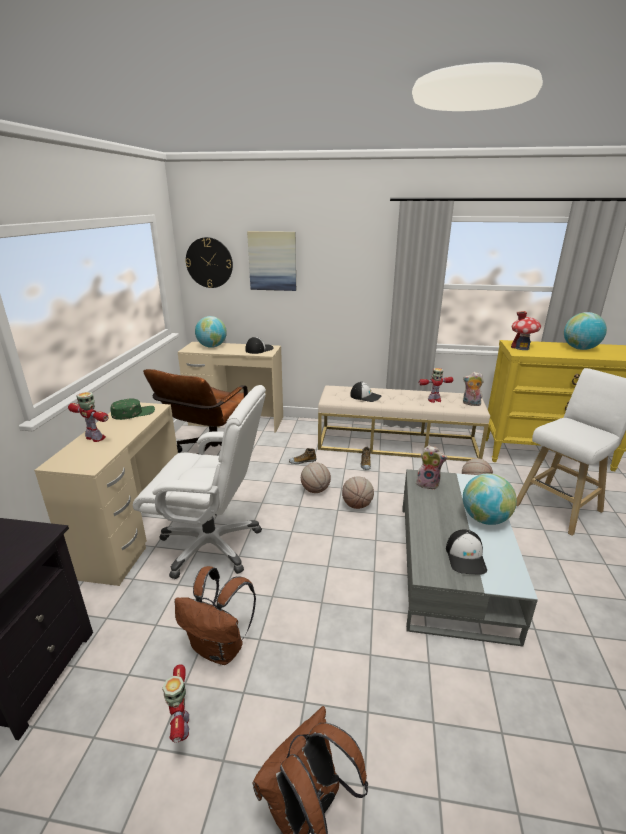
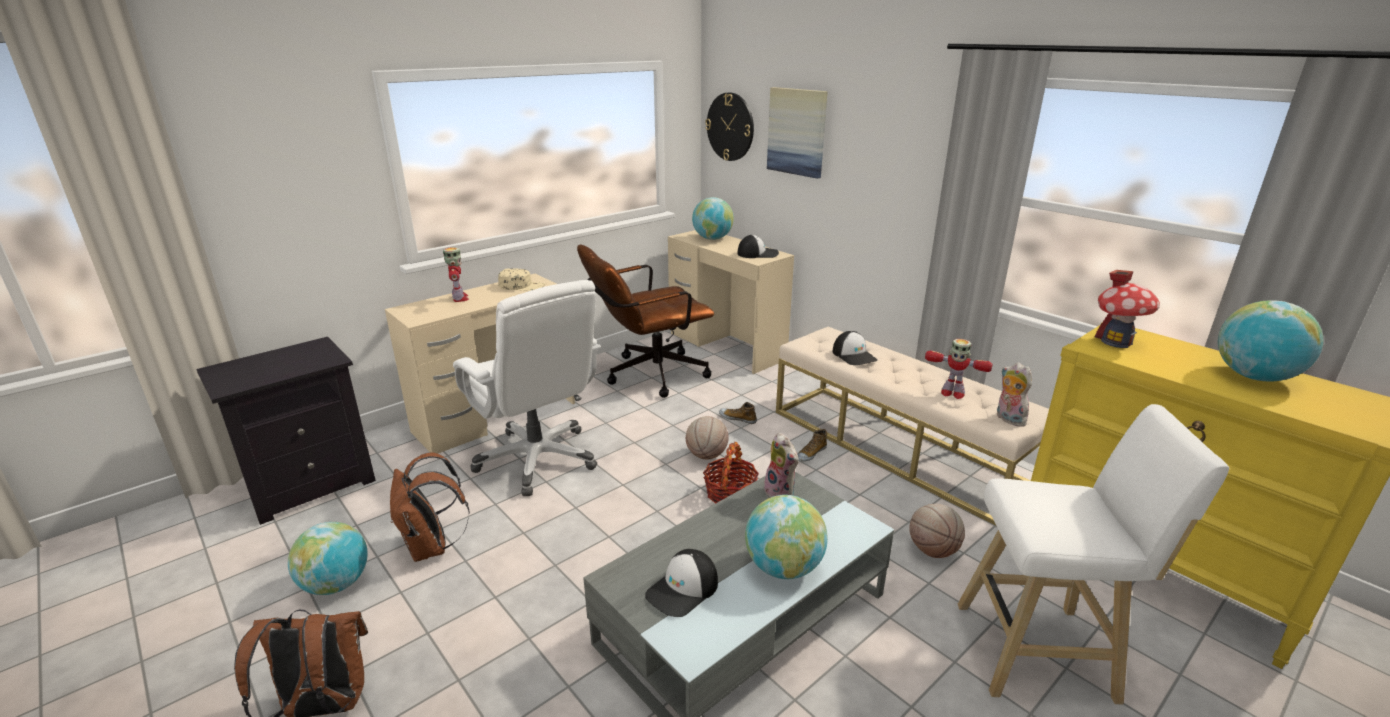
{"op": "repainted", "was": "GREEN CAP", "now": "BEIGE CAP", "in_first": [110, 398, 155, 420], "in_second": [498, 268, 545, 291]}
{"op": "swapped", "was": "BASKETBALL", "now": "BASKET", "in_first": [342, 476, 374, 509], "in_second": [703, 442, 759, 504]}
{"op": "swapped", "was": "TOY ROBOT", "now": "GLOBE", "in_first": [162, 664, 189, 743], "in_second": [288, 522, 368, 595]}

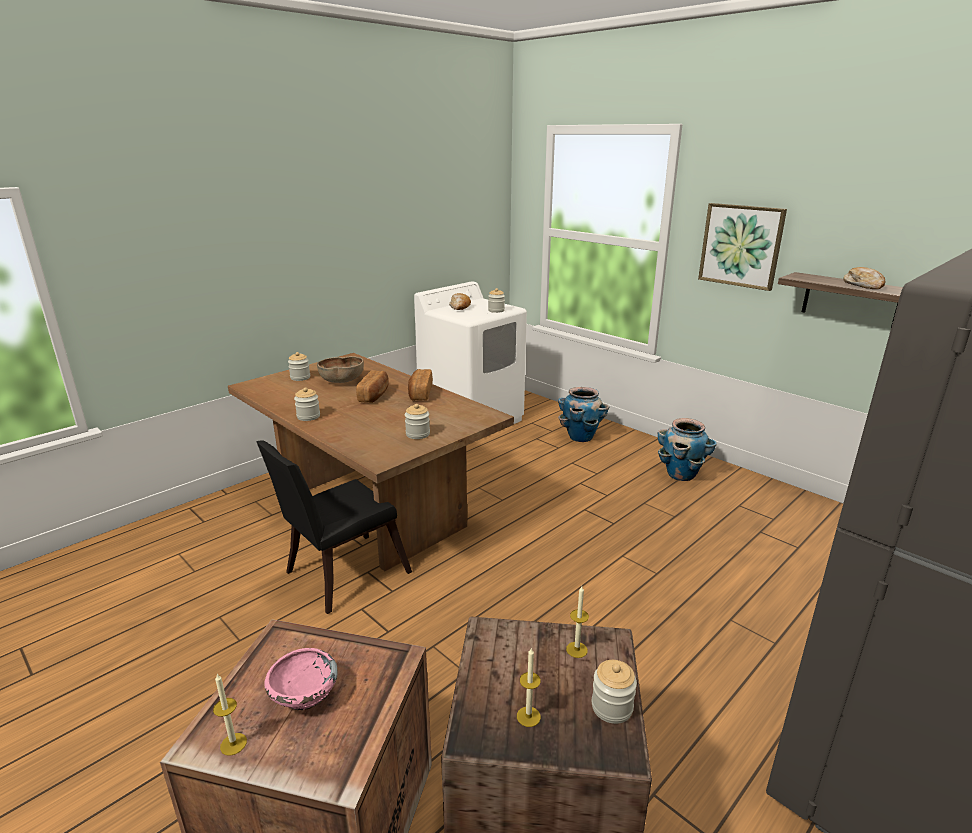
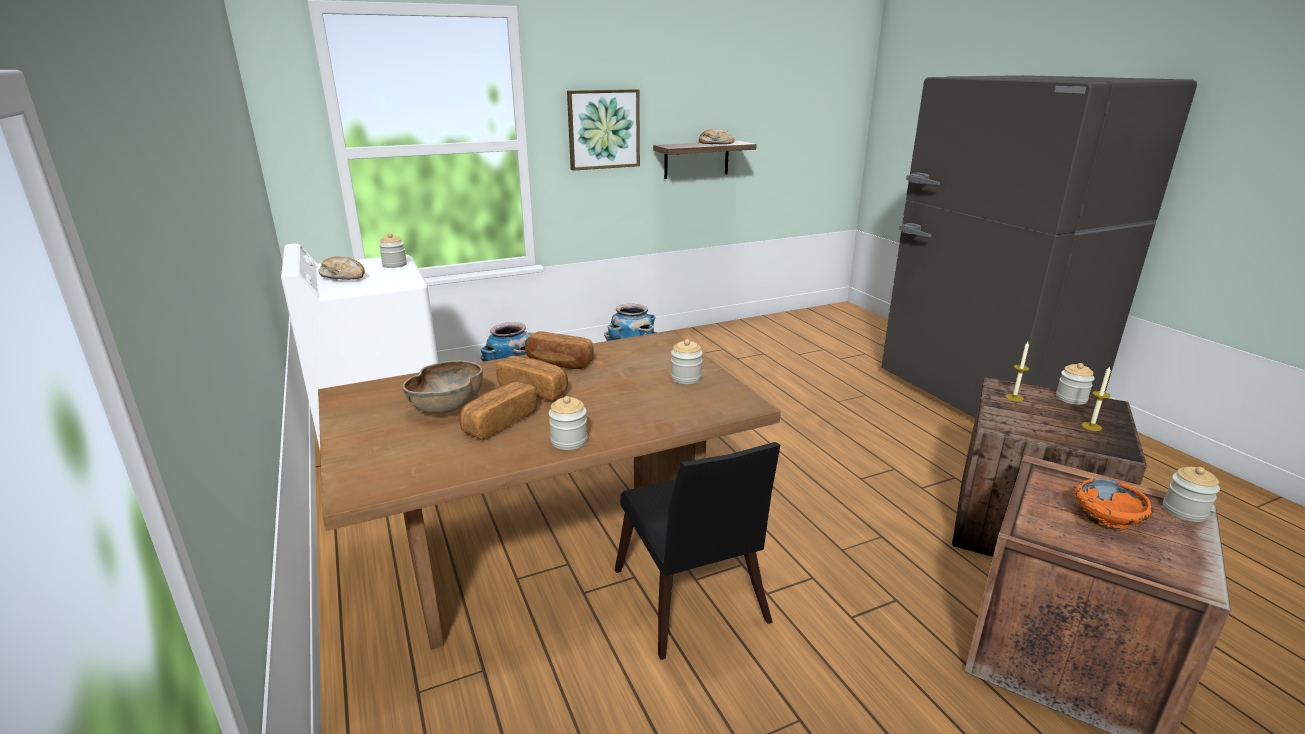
{"op": "shifted", "was": "JAR", "in_first": [288, 352, 310, 381], "in_second": [1163, 467, 1220, 522]}
{"op": "repainted", "was": "PINK BOWL", "now": "ORANGE BOWL", "in_first": [264, 648, 338, 711], "in_second": [1075, 479, 1153, 531]}
{"op": "gone", "was": "CANDLE", "in_first": [213, 674, 247, 756]}
{"op": "new", "now": "BREAD", "in_second": [459, 382, 537, 439]}

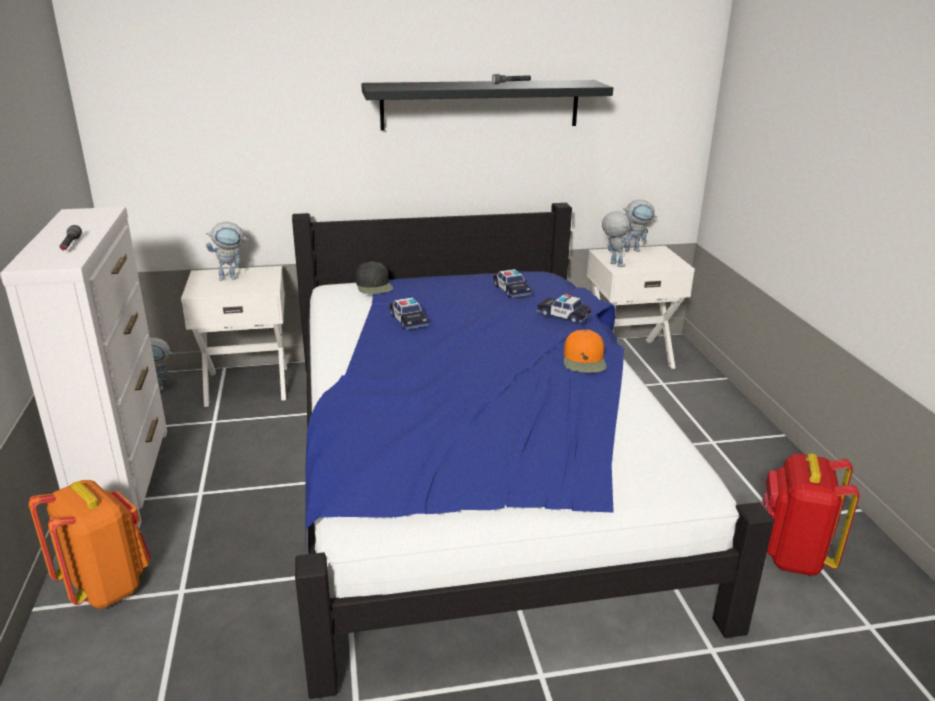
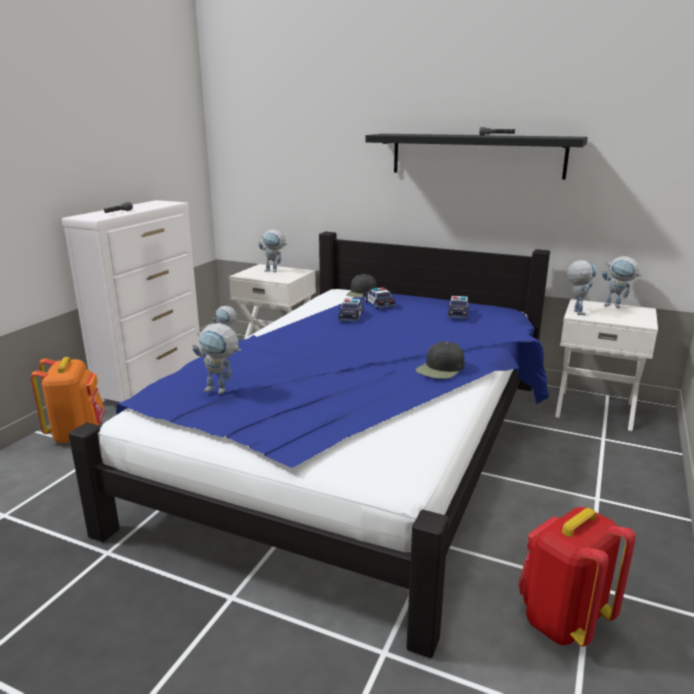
{"op": "shifted", "was": "TOY CAR", "in_first": [536, 294, 592, 324], "in_second": [362, 288, 396, 309]}
{"op": "repainted", "was": "ORANGE CAP", "now": "BLACK CAP", "in_first": [564, 330, 606, 373], "in_second": [416, 342, 464, 379]}
{"op": "new", "now": "TOY ROBOT", "in_second": [192, 323, 241, 394]}

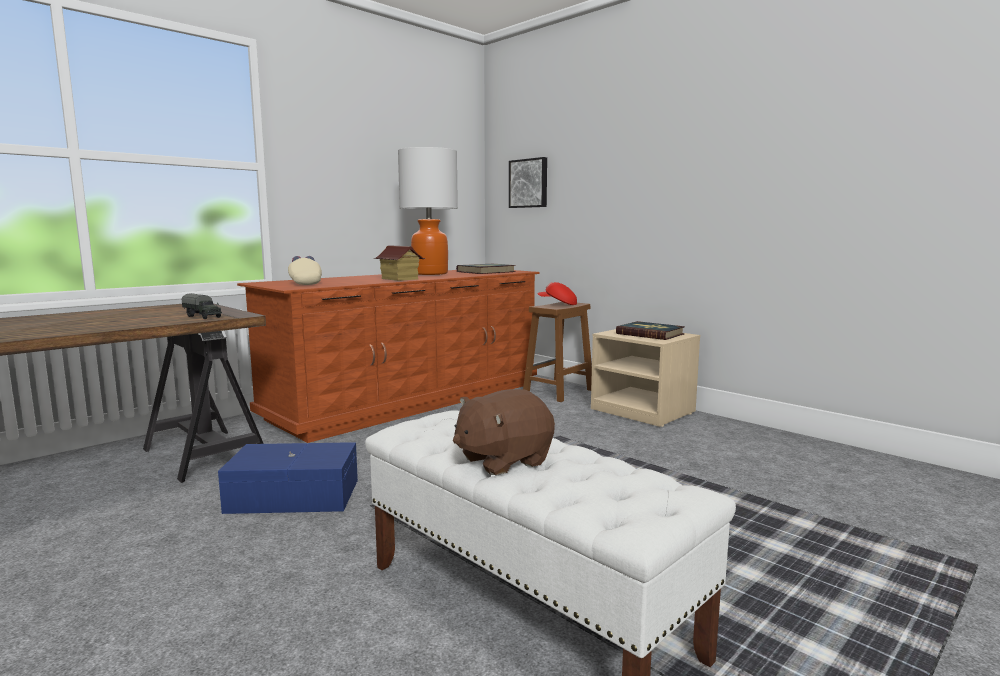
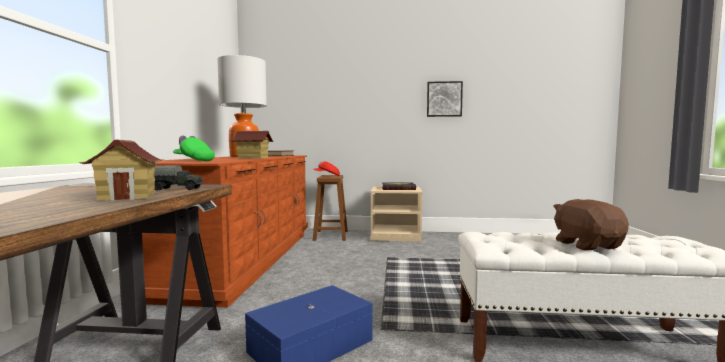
{"op": "shifted", "was": "PICTURE", "in_first": [509, 157, 547, 208], "in_second": [427, 81, 463, 117]}
{"op": "repainted", "was": "BEIGE CAP", "now": "GREEN CAP", "in_first": [288, 256, 322, 285], "in_second": [173, 136, 215, 161]}
{"op": "rotated", "was": "BROWN PLUSH TOY", "in_first": [453, 389, 555, 475], "in_second": [553, 199, 629, 251], "clockwise": 150}
{"op": "new", "now": "TOY HOUSE", "in_second": [78, 140, 165, 201]}

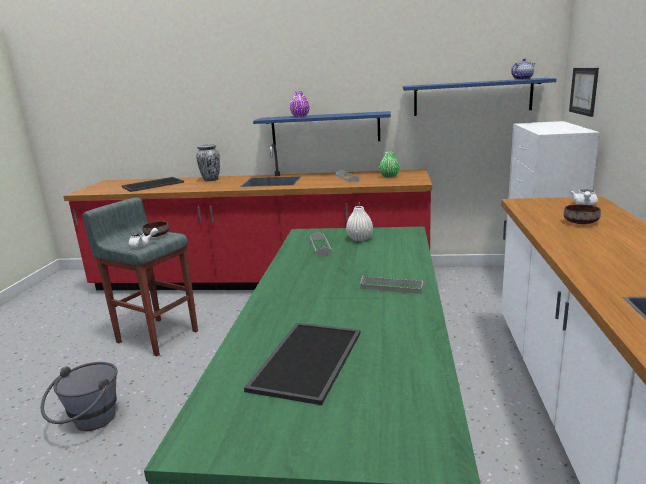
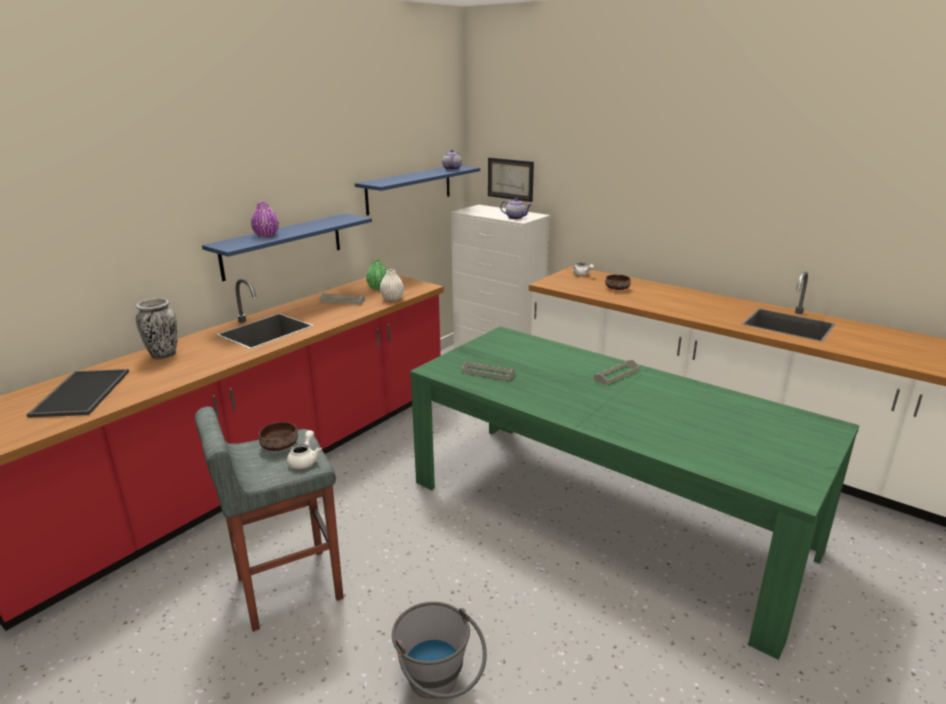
{"op": "shifted", "was": "WHITE VASE", "in_first": [346, 206, 373, 241], "in_second": [380, 269, 404, 301]}
{"op": "gone", "was": "TRAY", "in_first": [244, 323, 360, 405]}
{"op": "new", "now": "TEAPOT", "in_second": [500, 198, 531, 219]}

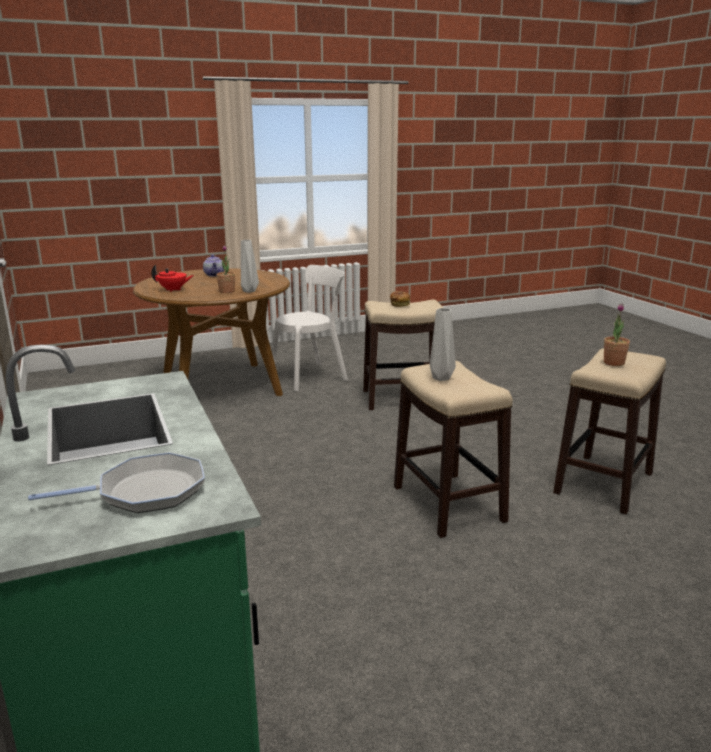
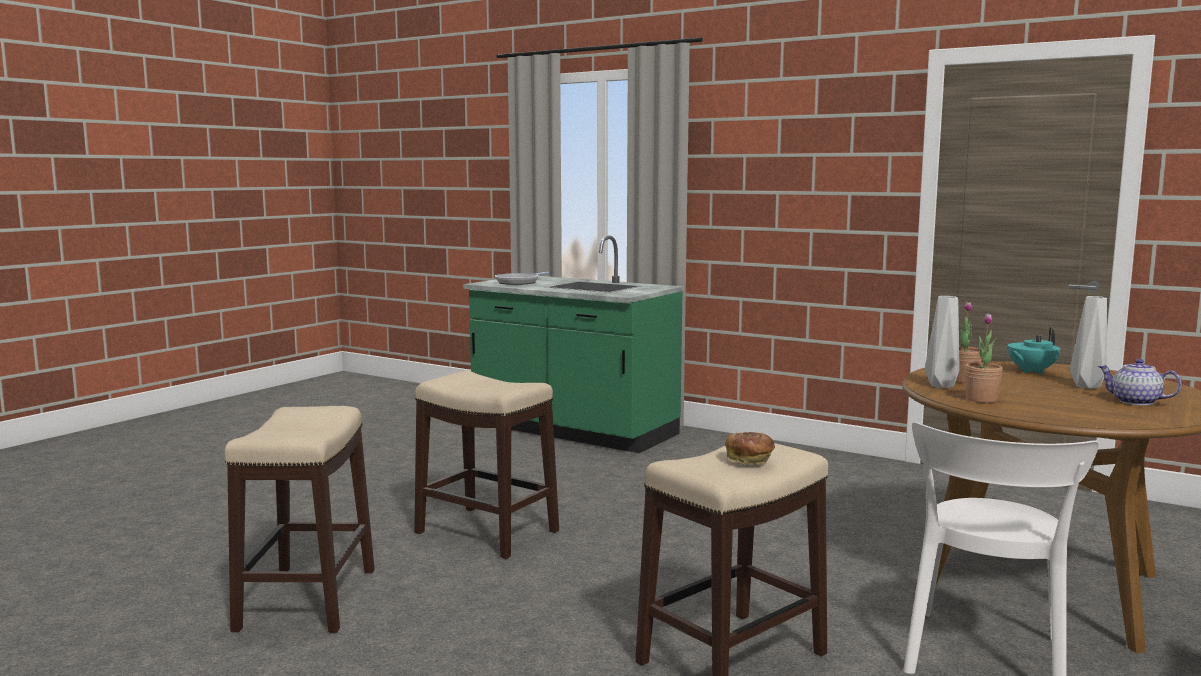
{"op": "repainted", "was": "RED TEAPOT", "now": "TURQUOISE TEAPOT", "in_first": [151, 265, 194, 292], "in_second": [1008, 327, 1060, 374]}
{"op": "shifted", "was": "POTTED PLANT", "in_first": [604, 304, 630, 366], "in_second": [965, 314, 1003, 403]}
{"op": "shifted", "was": "GREY VASE", "in_first": [430, 308, 456, 381], "in_second": [1070, 296, 1107, 389]}

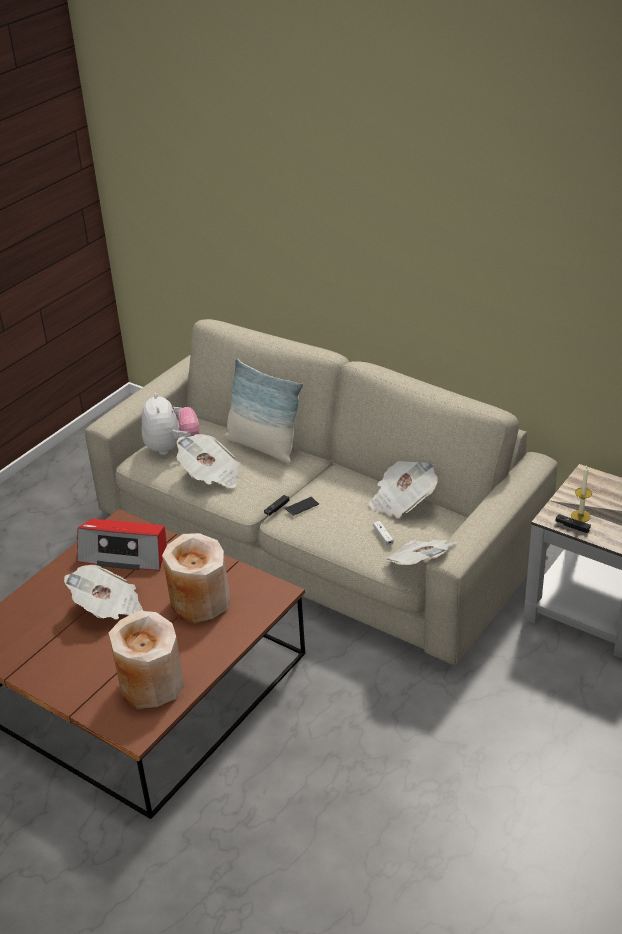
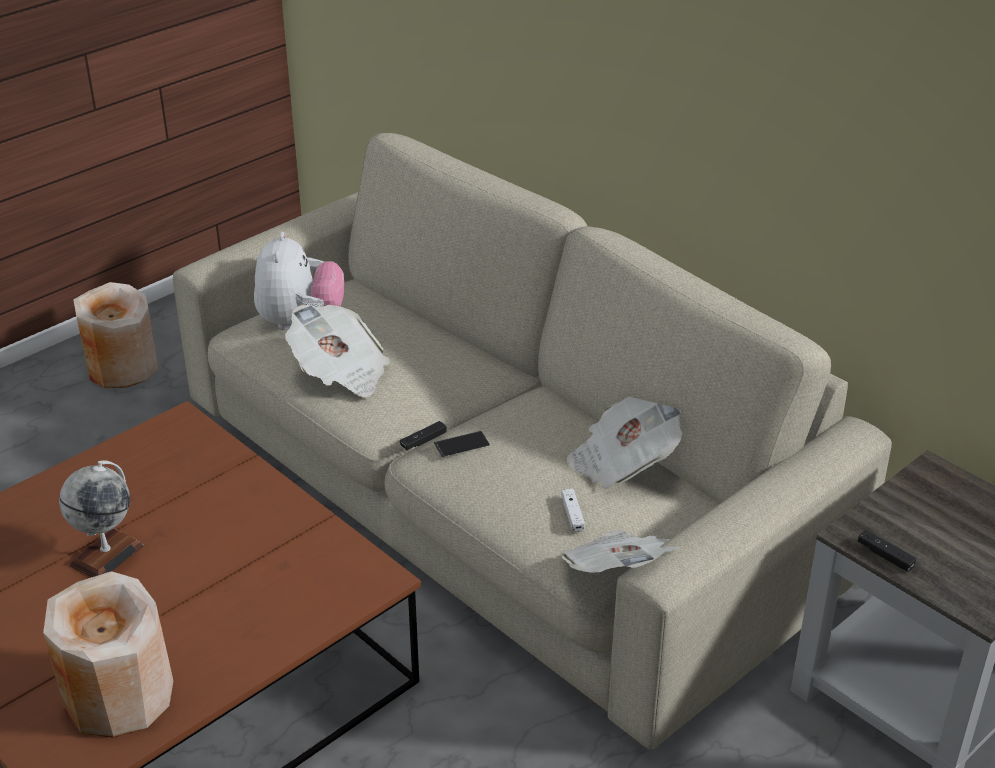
{"op": "gone", "was": "PILLOW", "in_first": [223, 359, 303, 464]}
{"op": "gone", "was": "CANDLE", "in_first": [571, 466, 592, 522]}
{"op": "gone", "was": "RADIO", "in_first": [77, 519, 167, 571]}
{"op": "shifted", "was": "BEIGE VASE", "in_first": [162, 533, 230, 624], "in_second": [73, 282, 158, 388]}
{"op": "swapped", "was": "NEWSPAPER", "now": "GLOBE", "in_first": [64, 565, 143, 620], "in_second": [59, 460, 144, 577]}

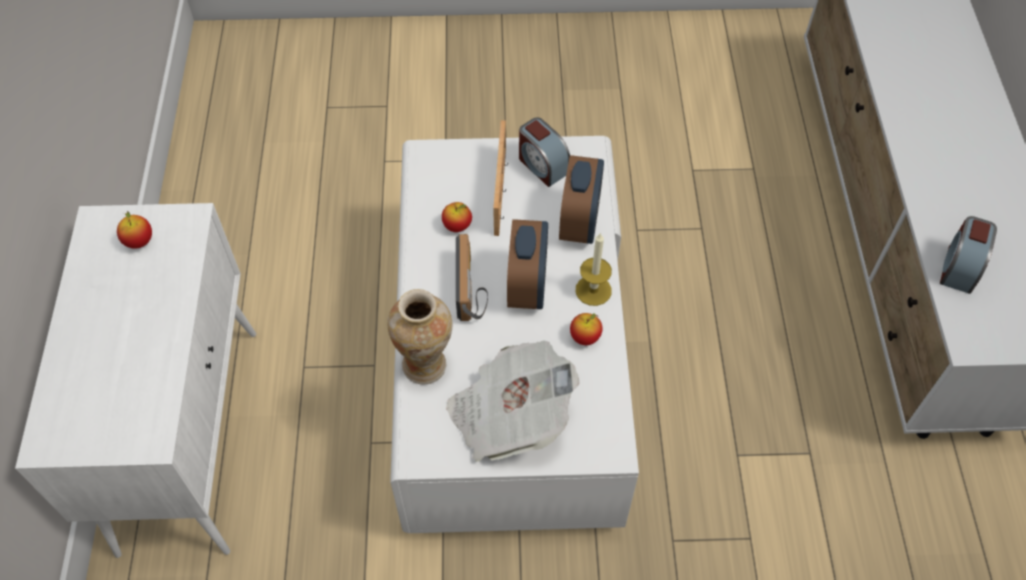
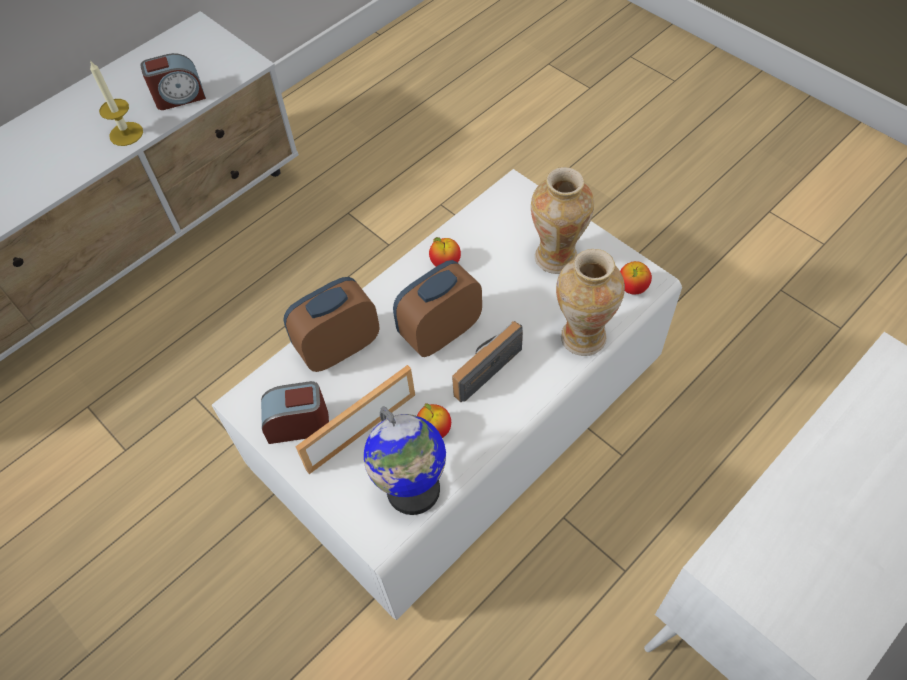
{"op": "rotated", "was": "ALARM CLOCK", "in_first": [519, 117, 570, 187], "in_second": [261, 381, 329, 444], "clockwise": -105}
{"op": "shifted", "was": "APPLE", "in_first": [117, 211, 152, 249], "in_second": [620, 261, 652, 294]}
{"op": "shifted", "was": "CANDLE", "in_first": [576, 233, 612, 306], "in_second": [90, 60, 143, 146]}
{"op": "swapped", "was": "NEWSPAPER", "now": "VASE", "in_first": [446, 340, 579, 462], "in_second": [531, 167, 594, 274]}
{"op": "new", "now": "GLOBE", "in_second": [364, 406, 446, 515]}

